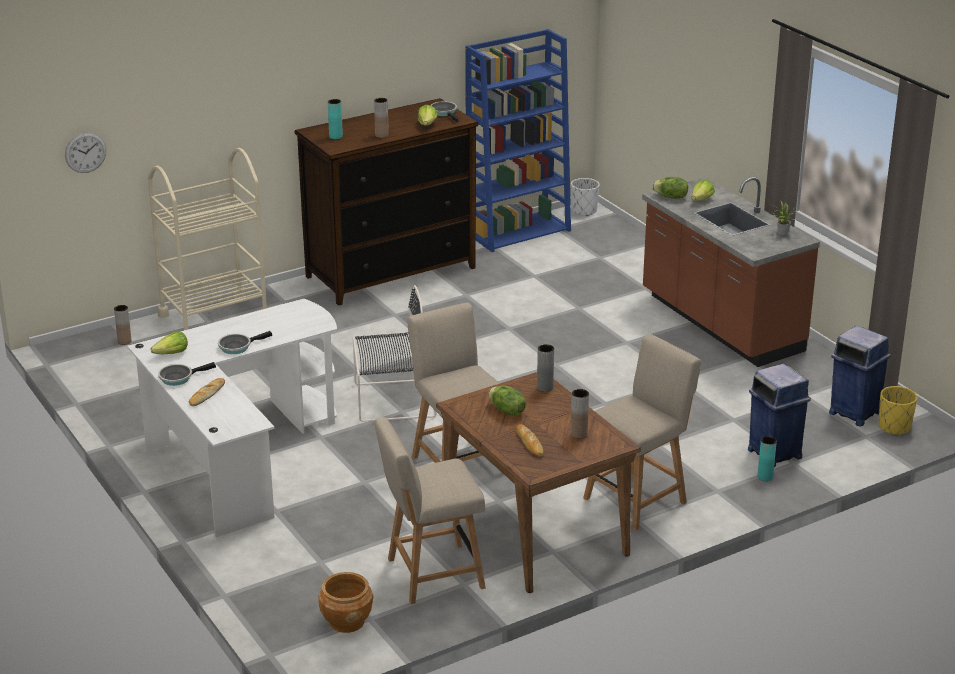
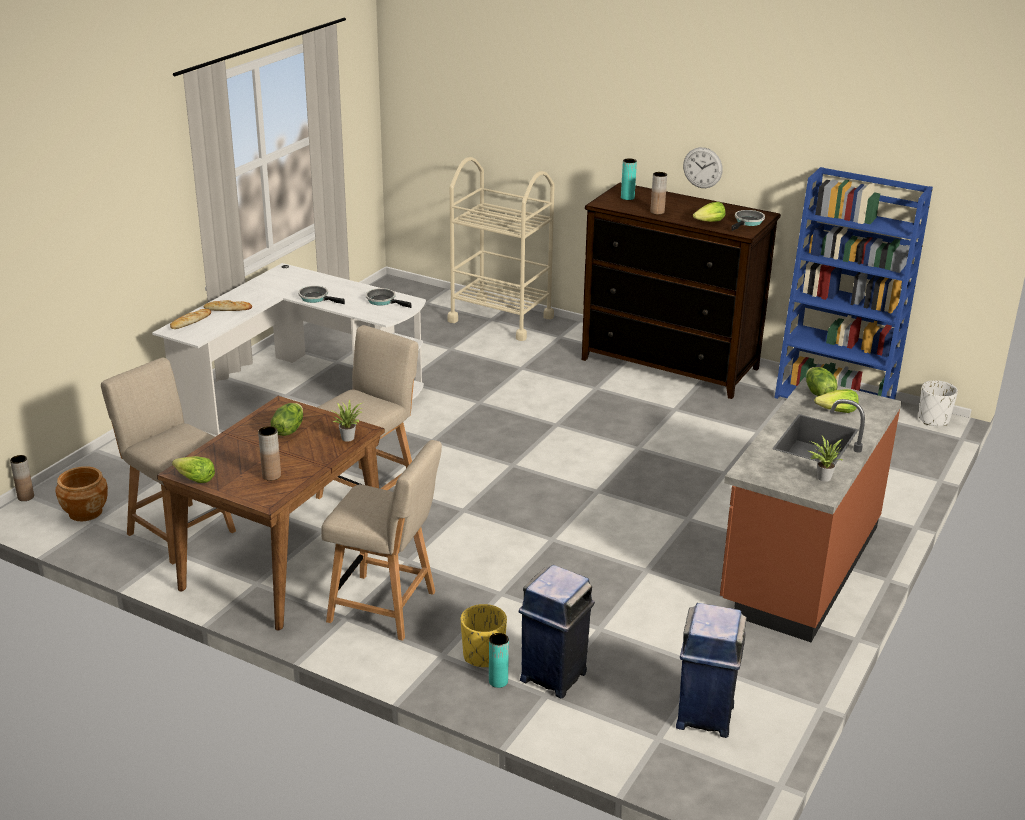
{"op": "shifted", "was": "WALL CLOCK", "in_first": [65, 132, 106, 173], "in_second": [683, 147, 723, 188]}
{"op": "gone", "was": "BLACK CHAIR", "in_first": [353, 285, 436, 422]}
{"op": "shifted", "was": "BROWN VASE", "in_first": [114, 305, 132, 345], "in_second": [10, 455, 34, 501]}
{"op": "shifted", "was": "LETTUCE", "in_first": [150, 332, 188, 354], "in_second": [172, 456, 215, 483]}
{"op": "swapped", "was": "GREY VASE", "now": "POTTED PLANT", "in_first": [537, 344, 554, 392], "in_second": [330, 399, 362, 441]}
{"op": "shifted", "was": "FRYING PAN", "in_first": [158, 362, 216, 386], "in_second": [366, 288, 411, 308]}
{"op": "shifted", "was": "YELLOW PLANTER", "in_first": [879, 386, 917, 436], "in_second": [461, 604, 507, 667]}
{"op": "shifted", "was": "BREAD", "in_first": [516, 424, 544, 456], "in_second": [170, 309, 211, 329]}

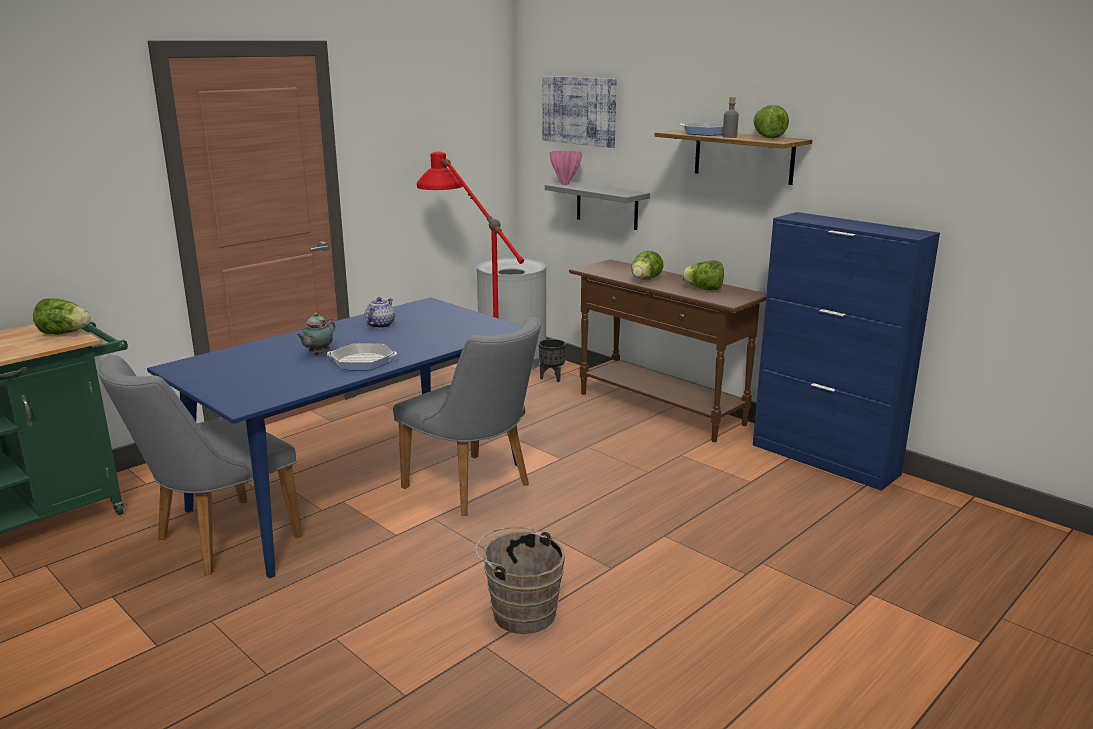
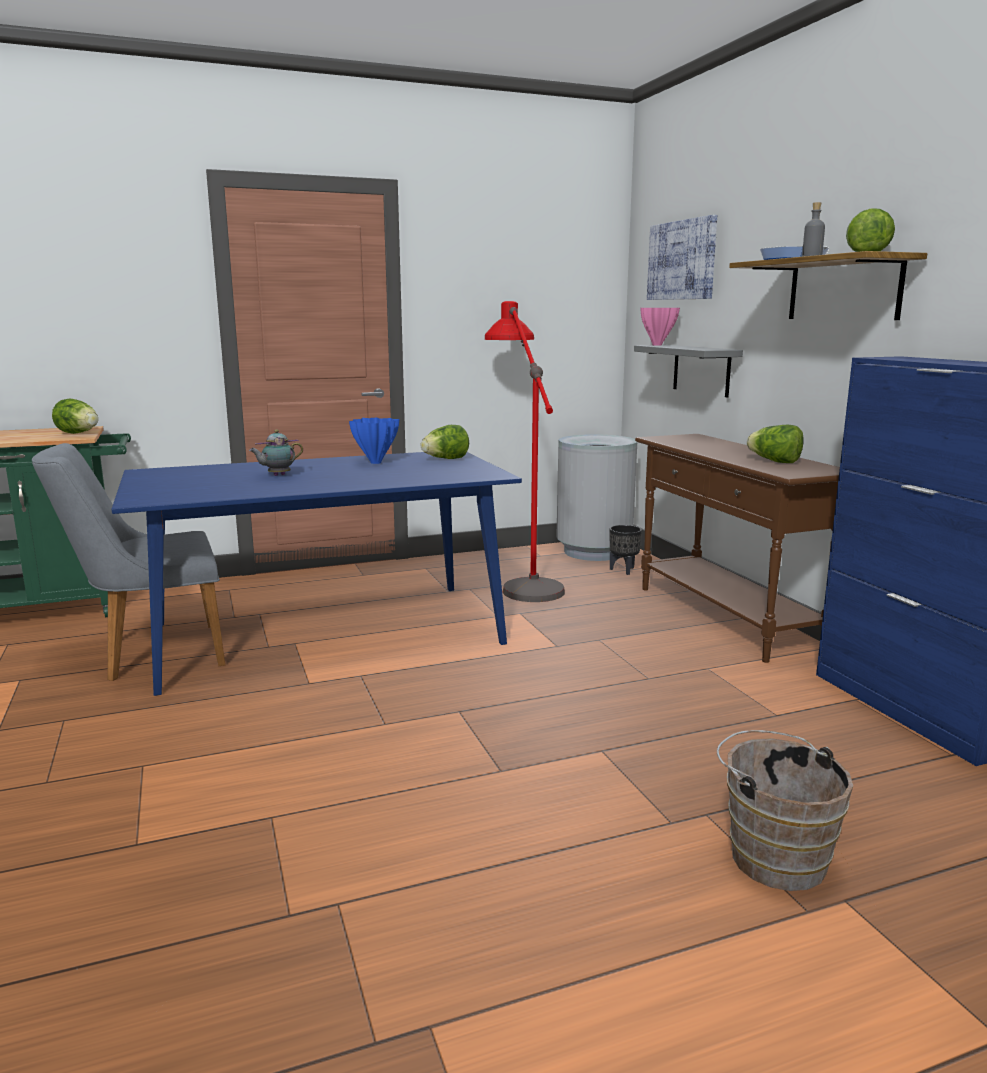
{"op": "shifted", "was": "LETTUCE", "in_first": [631, 251, 664, 280], "in_second": [420, 425, 469, 459]}
{"op": "swapped", "was": "TEAPOT", "now": "BLUE VASE", "in_first": [365, 297, 395, 328], "in_second": [349, 418, 399, 464]}
{"op": "gone", "was": "GREY CHAIR", "in_first": [393, 317, 541, 516]}
{"op": "gone", "was": "FRYING PAN", "in_first": [327, 343, 397, 370]}
{"op": "shifted", "was": "BROWN BUCKET", "in_first": [475, 527, 565, 634], "in_second": [717, 730, 853, 891]}

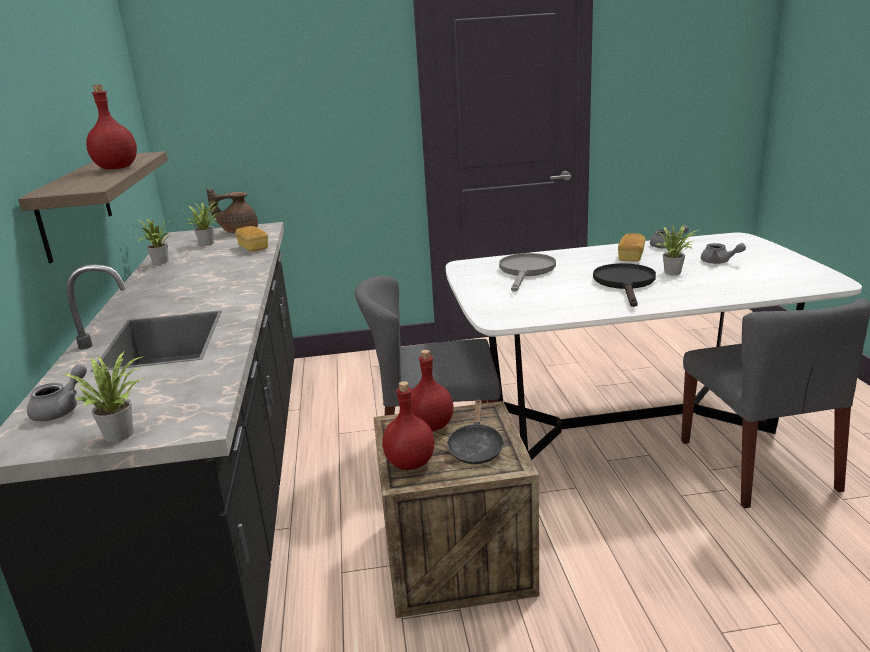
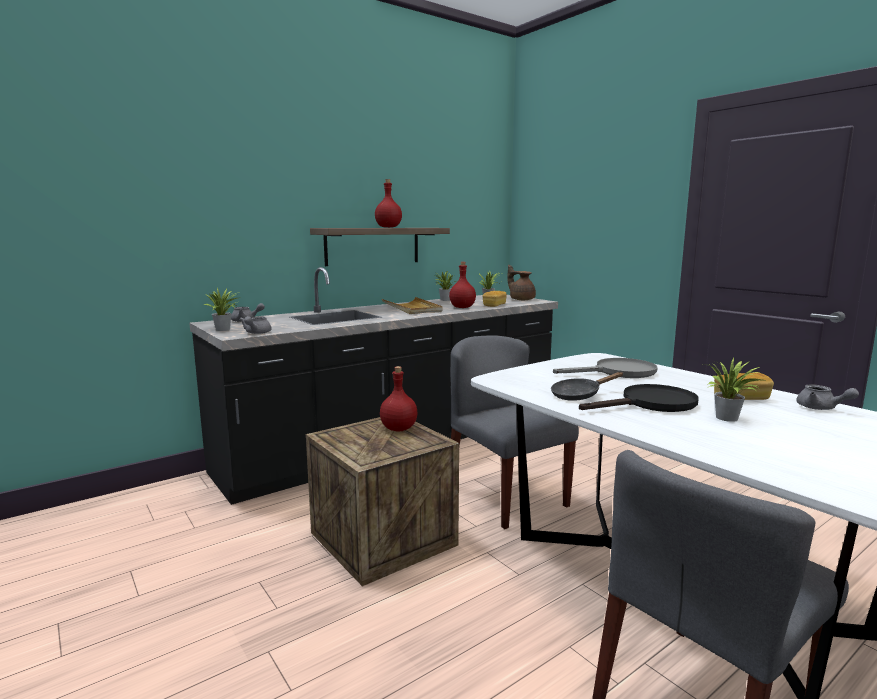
{"op": "shifted", "was": "GREY TEAPOT", "in_first": [701, 243, 746, 264], "in_second": [239, 316, 272, 334]}
{"op": "shifted", "was": "RED BOTTLE", "in_first": [382, 381, 434, 470], "in_second": [449, 262, 476, 308]}
{"op": "shifted", "was": "BLACK FRYING PAN", "in_first": [447, 399, 505, 464], "in_second": [551, 372, 623, 401]}
{"op": "new", "now": "BEIGE TRAY", "in_second": [382, 297, 442, 314]}

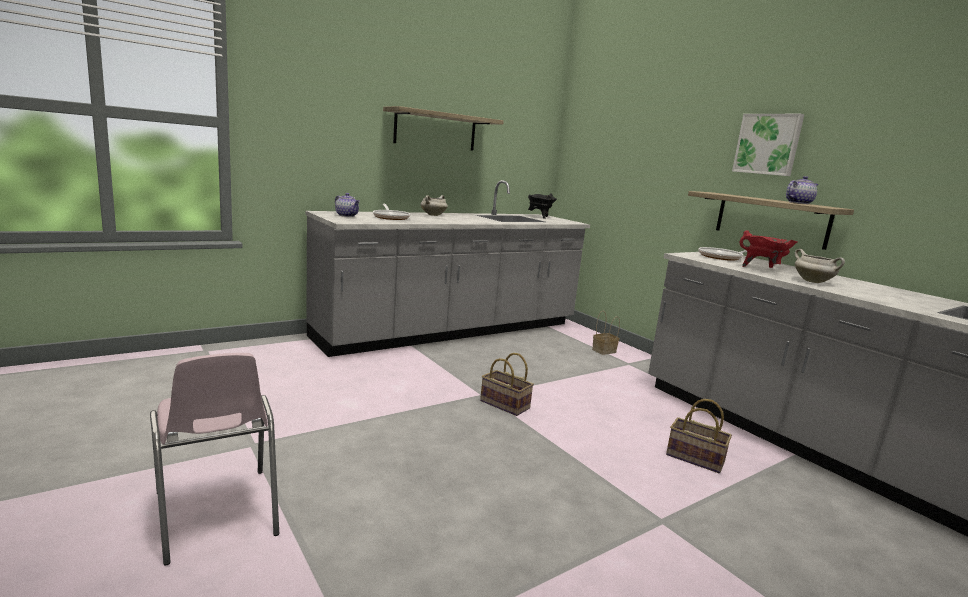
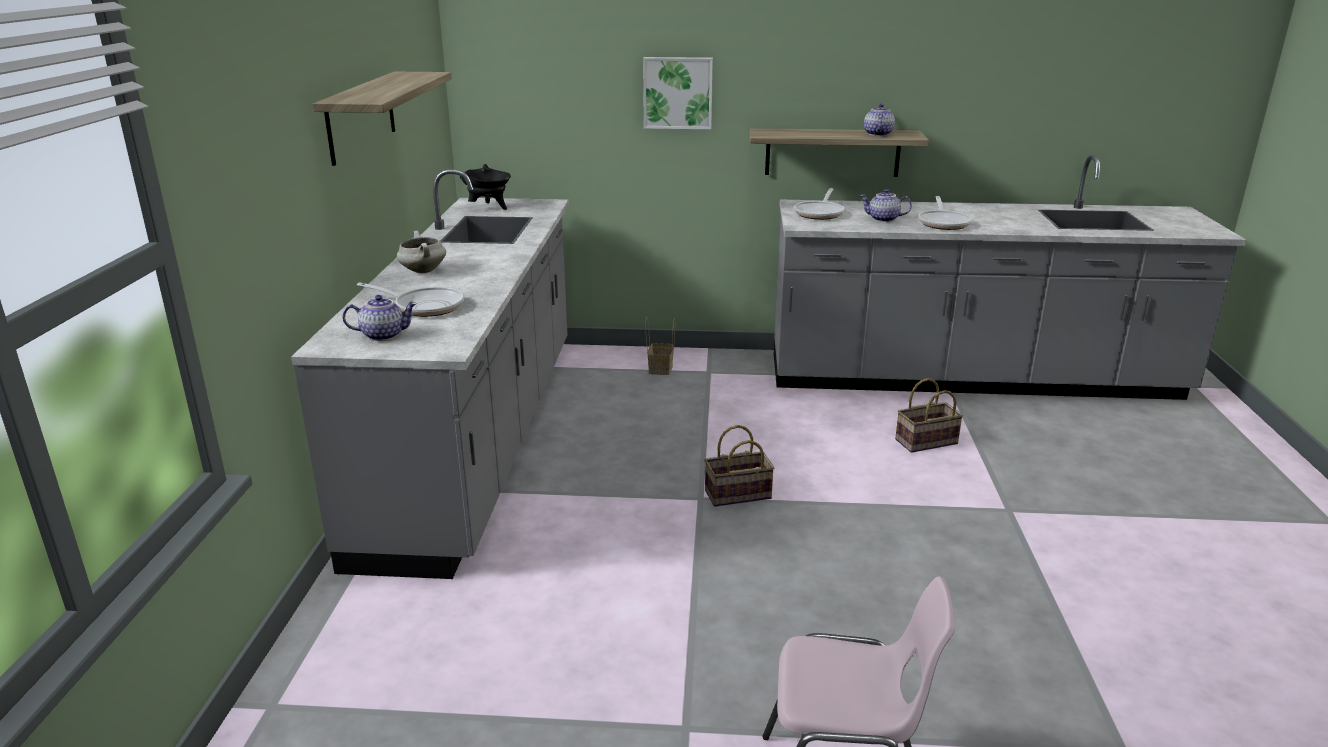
{"op": "shifted", "was": "PICTURE", "in_first": [732, 114, 804, 176], "in_second": [643, 57, 713, 129]}
{"op": "swapped", "was": "RED COOKING POT", "now": "TEAPOT", "in_first": [740, 230, 797, 268], "in_second": [860, 189, 912, 222]}
{"op": "swapped", "was": "WHITE COOKING POT", "now": "FRYING PAN", "in_first": [795, 249, 845, 283], "in_second": [918, 196, 972, 230]}

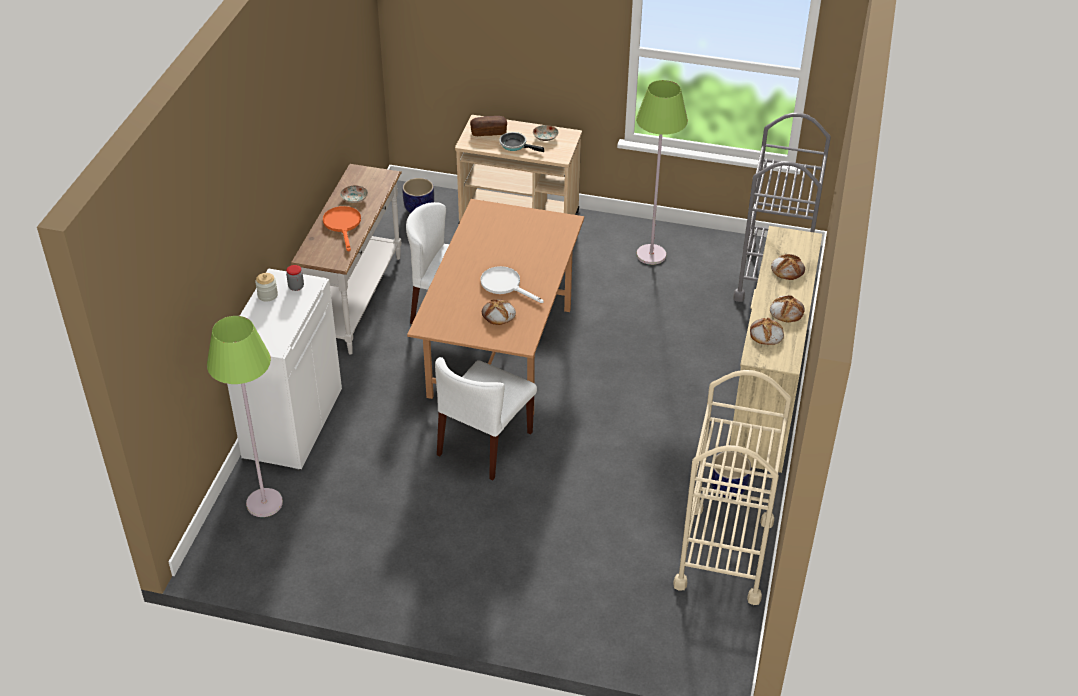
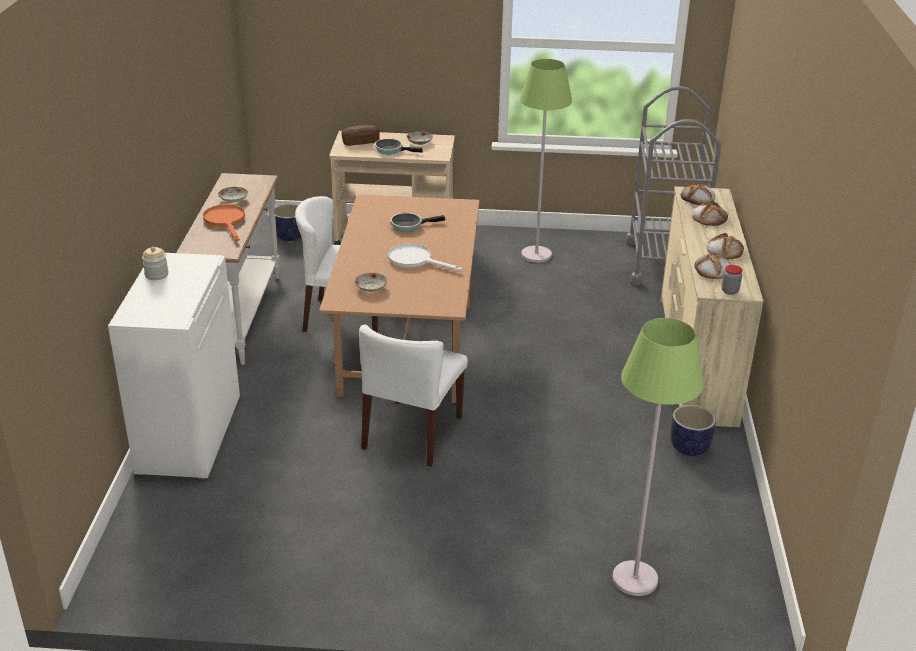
{"op": "shifted", "was": "JAR", "in_first": [286, 265, 304, 291], "in_second": [722, 265, 742, 295]}
{"op": "shifted", "was": "BREAD", "in_first": [482, 299, 516, 325], "in_second": [681, 183, 715, 205]}
{"op": "shifted", "was": "GREEN FLOOR LAMP", "in_first": [207, 316, 283, 517], "in_second": [612, 318, 704, 596]}
{"op": "gone", "was": "BEIGE CART", "in_first": [673, 370, 791, 605]}
{"op": "new", "now": "FRYING PAN", "in_second": [390, 213, 445, 232]}
{"op": "new", "now": "PLATE", "in_second": [355, 273, 387, 292]}

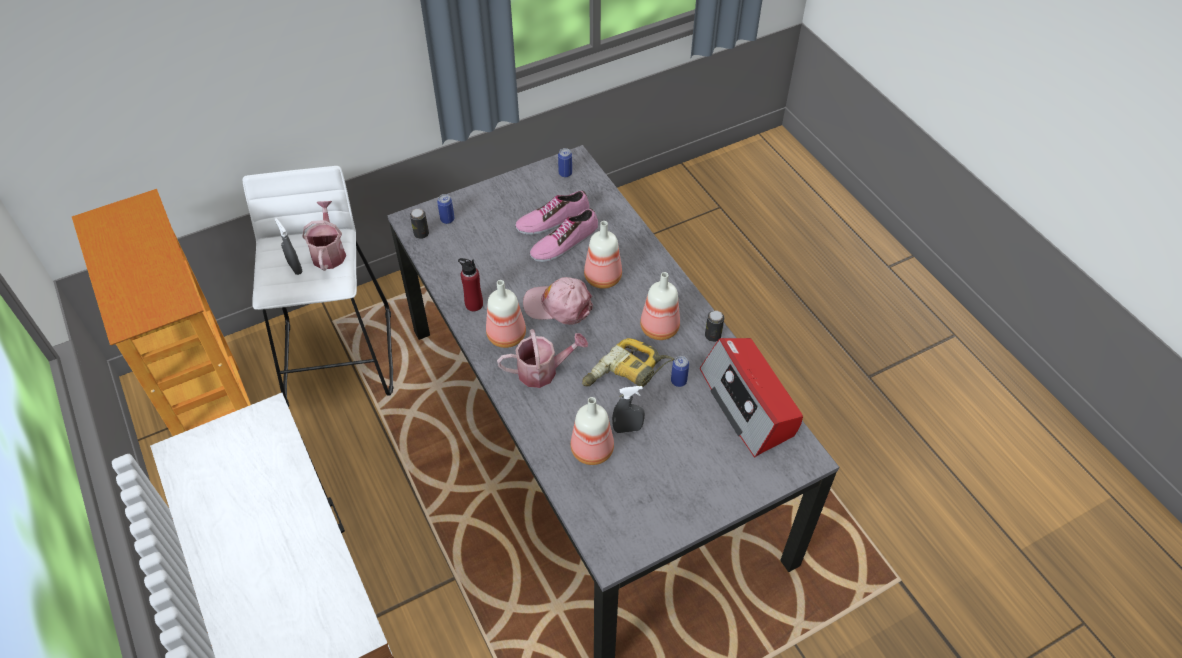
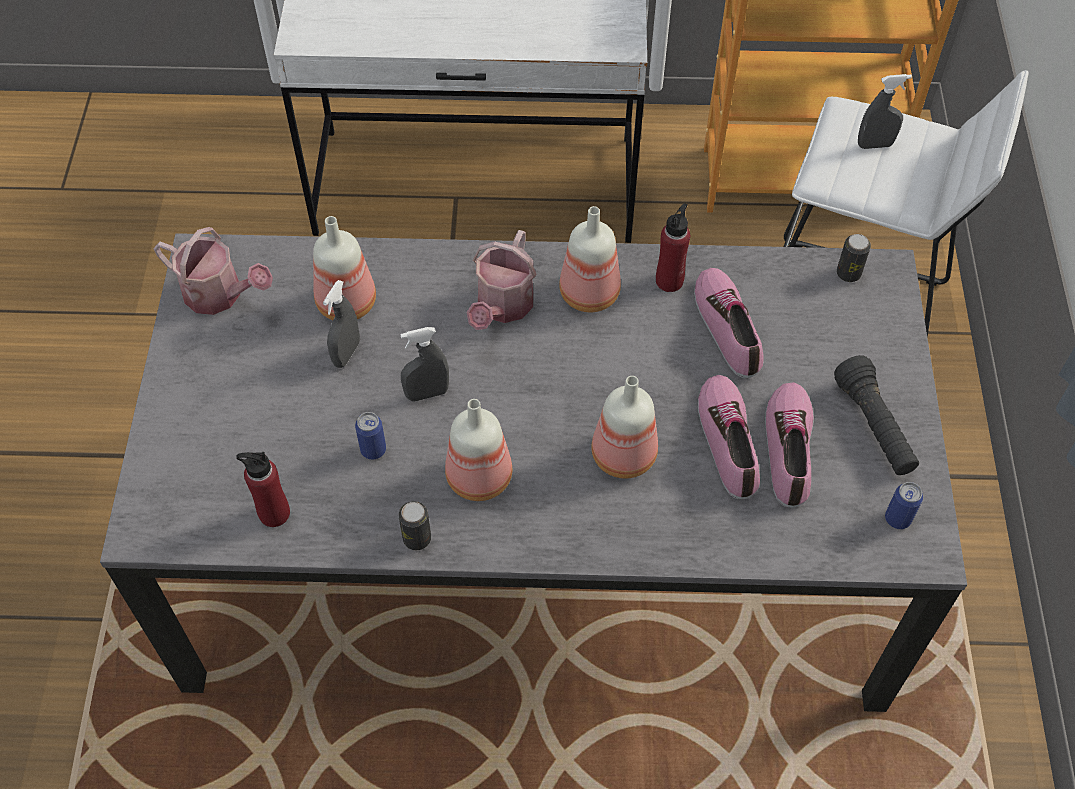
{"op": "gone", "was": "CAN", "in_first": [437, 194, 454, 224]}
{"op": "shifted", "was": "WATERING CAN", "in_first": [302, 201, 346, 271], "in_second": [153, 227, 273, 315]}
{"op": "gone", "was": "PINK CAP", "in_first": [523, 277, 593, 325]}
{"op": "swapped", "was": "POWER DRILL", "now": "GREY SPRAY BOTTLE", "in_first": [582, 338, 674, 397], "in_second": [401, 327, 449, 401]}
{"op": "swapped", "was": "RADIO", "now": "RED BOTTLE", "in_first": [700, 338, 803, 457], "in_second": [236, 452, 290, 527]}
{"op": "new", "now": "SHOE", "in_second": [694, 268, 764, 378]}
{"op": "new", "now": "BLACK FLASHLIGHT", "in_second": [834, 355, 919, 475]}

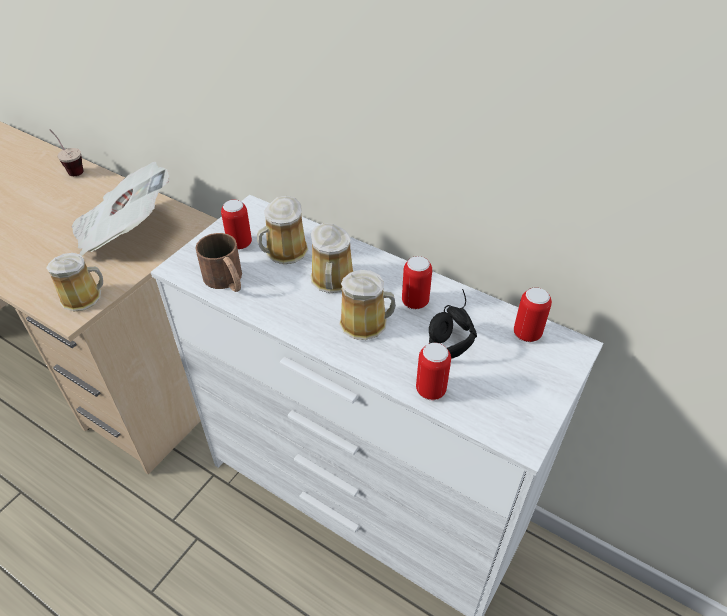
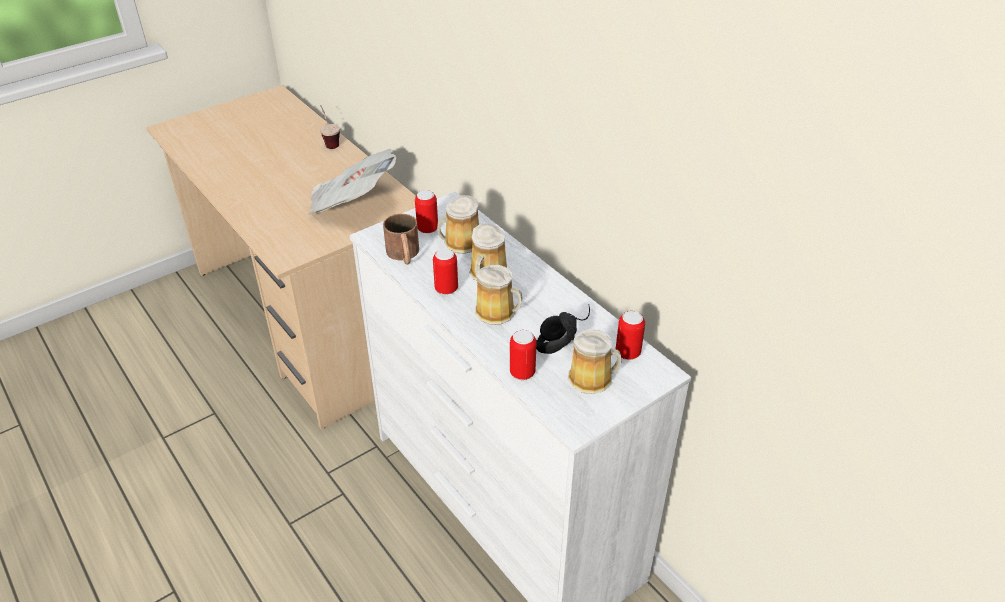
{"op": "shifted", "was": "MUG", "in_first": [46, 253, 103, 312], "in_second": [568, 329, 622, 394]}
{"op": "shifted", "was": "CAN", "in_first": [402, 256, 432, 309], "in_second": [433, 249, 458, 295]}

